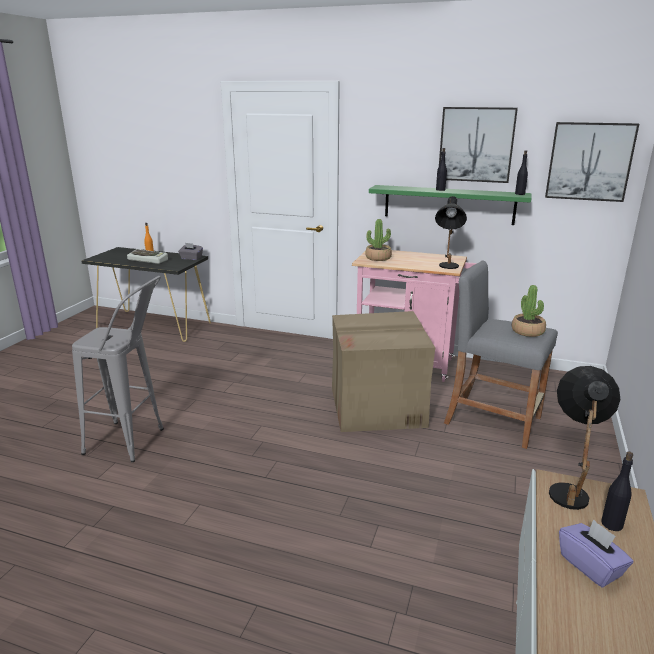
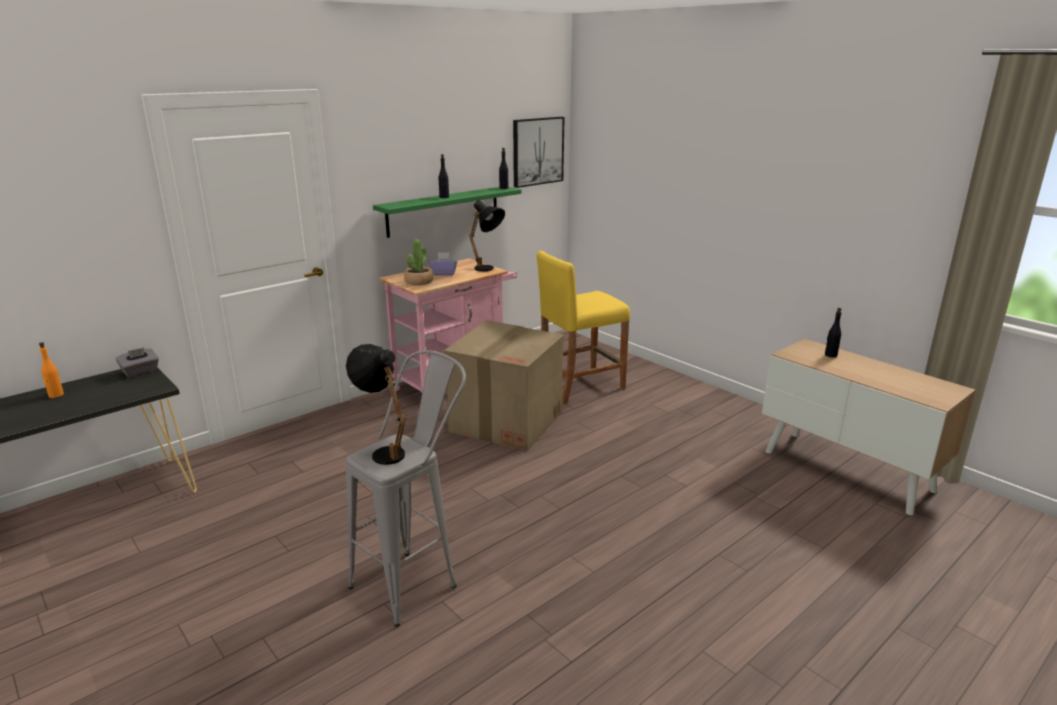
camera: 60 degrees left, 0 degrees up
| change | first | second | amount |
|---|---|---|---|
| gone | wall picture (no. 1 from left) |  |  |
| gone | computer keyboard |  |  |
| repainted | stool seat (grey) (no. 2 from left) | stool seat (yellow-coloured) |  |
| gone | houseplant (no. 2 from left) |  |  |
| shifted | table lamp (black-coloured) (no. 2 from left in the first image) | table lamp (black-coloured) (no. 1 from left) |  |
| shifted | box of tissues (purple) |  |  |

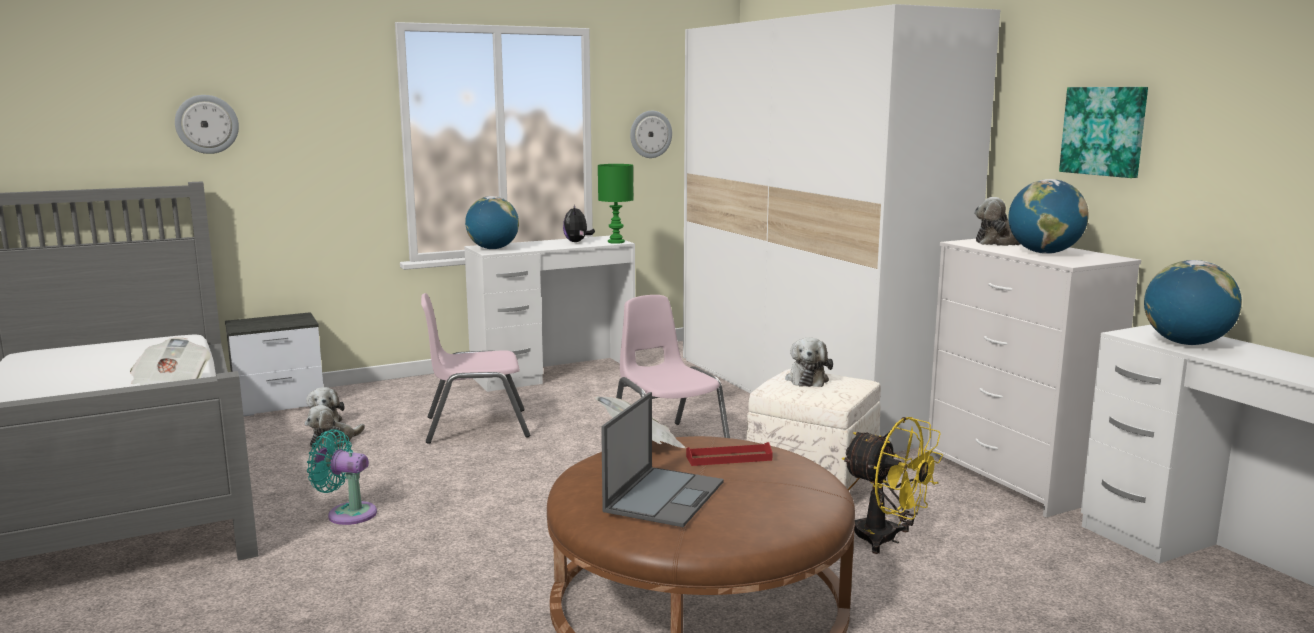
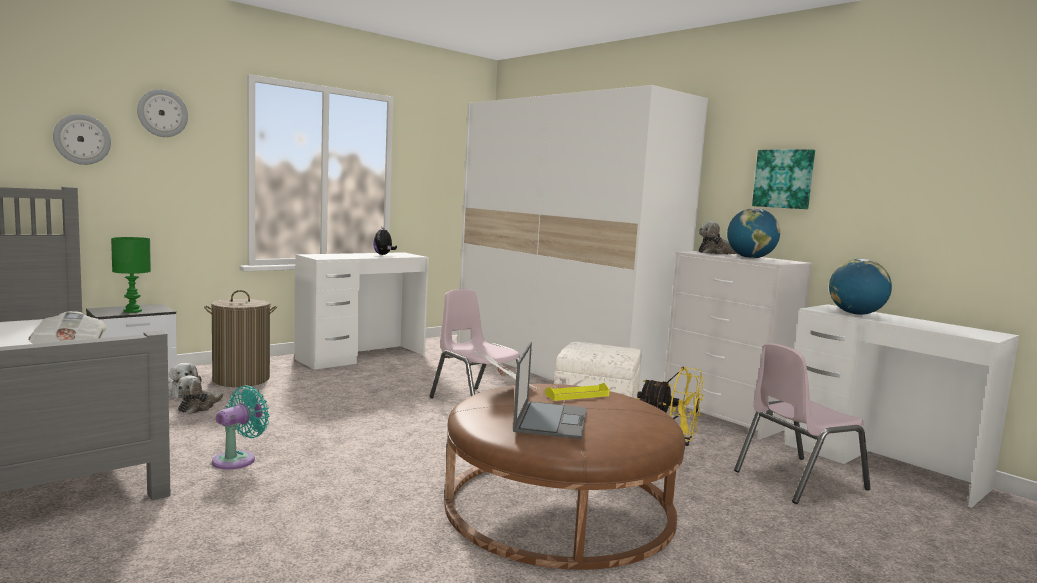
camera: 15 degrees left, 5 degrees down
| change | first | second | amount |
|---|---|---|---|
| shifted | clock on the wall (no. 2 from left) |  |  |
| shifted | table lamp (green-coloured) |  |  |
| gone | globe (no. 1 from left) |  |  |
| shifted | upright chair (pink) (no. 1 from left in the first image) | upright chair (pink) (no. 2 from left) |  |
| gone | plush toy (no. 4 from left) |  |  |
| rotated | electric fan (blue-green) |  | 120 degrees clockwise |
| repainted | tray (reddish) | tray (yellow-coloured) |  |
| new |  | hamper |  |

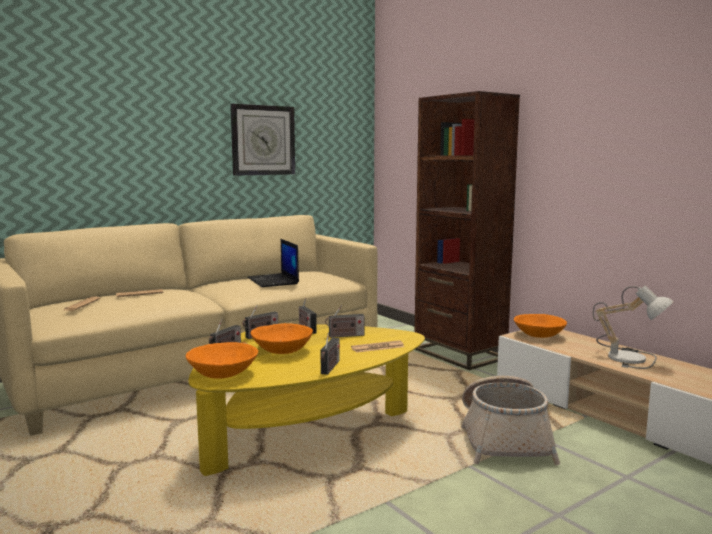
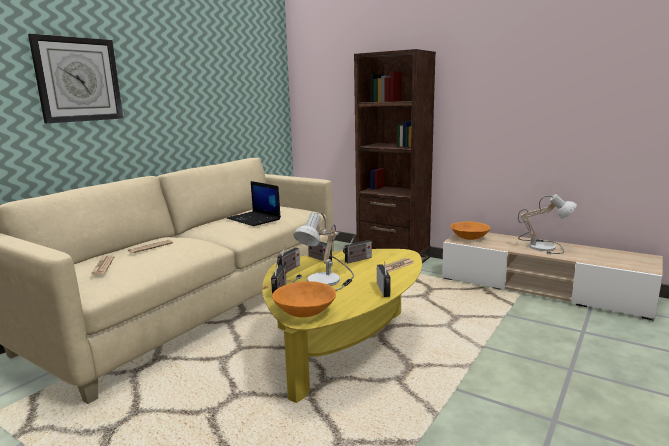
camera: 20 degrees left, 5 degrees up
| change | first | second | amount |
|---|---|---|---|
| shifted | clock on the wall |  |  |
| swapped | serving bowl (orange-coloured) (no. 2 from left) | table lamp (no. 1 from left) |  |
| gone | household basket |  |  |

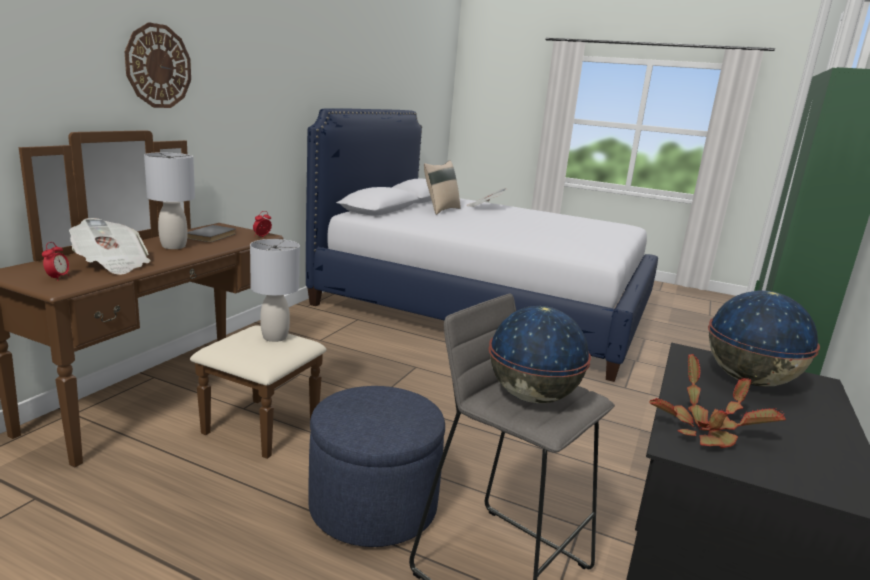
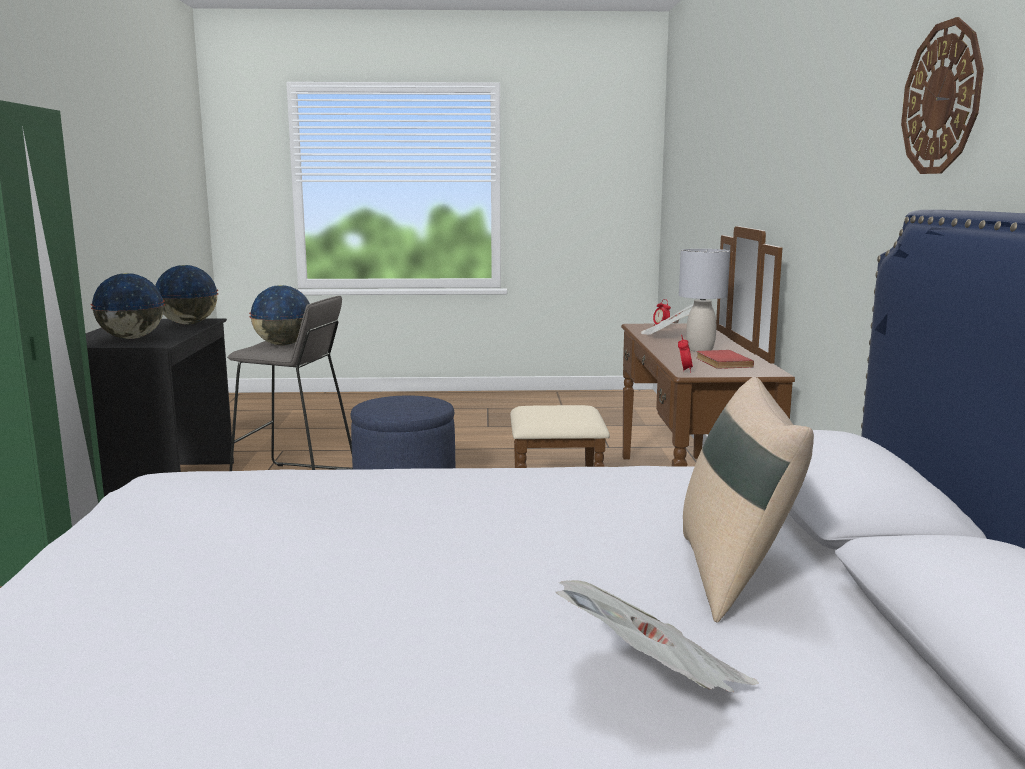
camera: 155 degrees right, 5 degrees down
| change | first | second | amount |
|---|---|---|---|
| shifted | clock on the wall |  |  |
| repainted | volume (grey) | volume (reddish) |  |
| gone | table lamp (grey) (no. 2 from left) |  |  |
| swapped | houseplant | globe (no. 2 from left) |  |

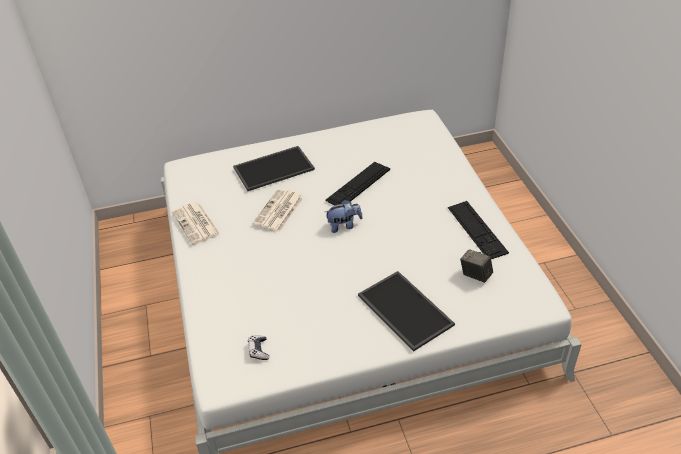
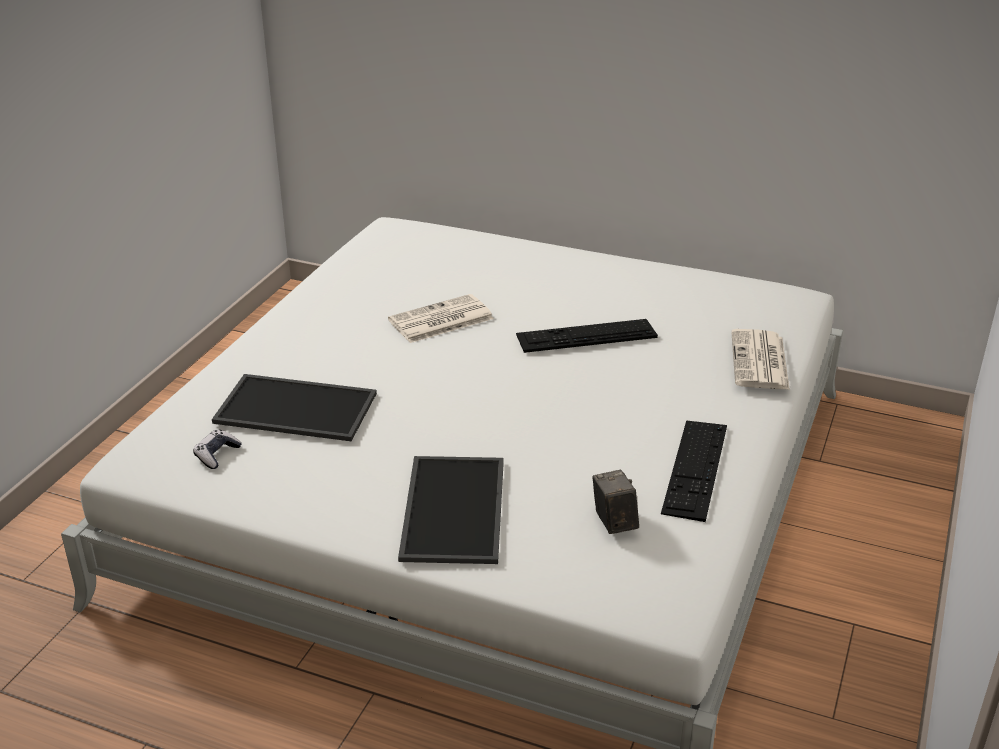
camera: 35 degrees right, 10 degrees down
| change | first | second | amount |
|---|---|---|---|
| shifted | tray (no. 1 from left) |  |  |
| gone | plush toy |  |  |
| shifted | printed paper (no. 1 from left in the first image) | printed paper (no. 2 from left) |  |

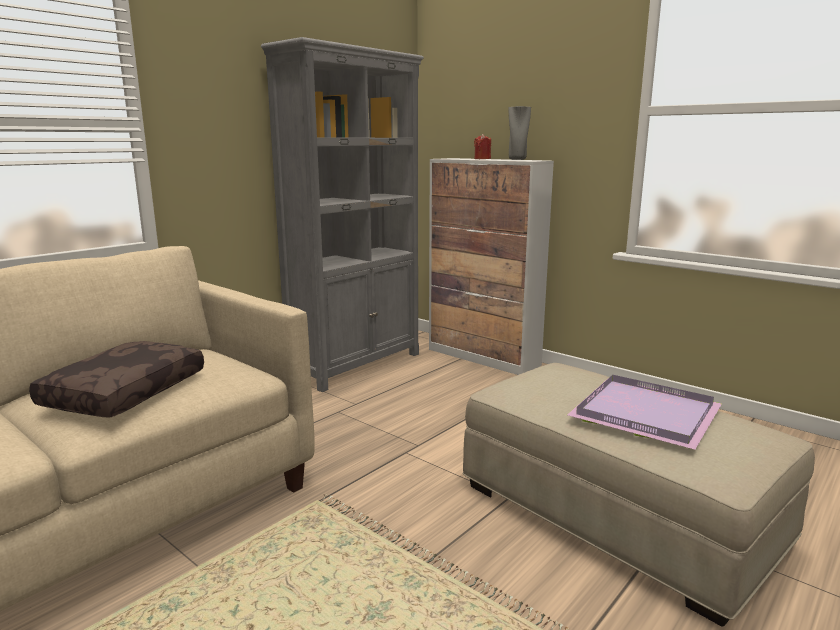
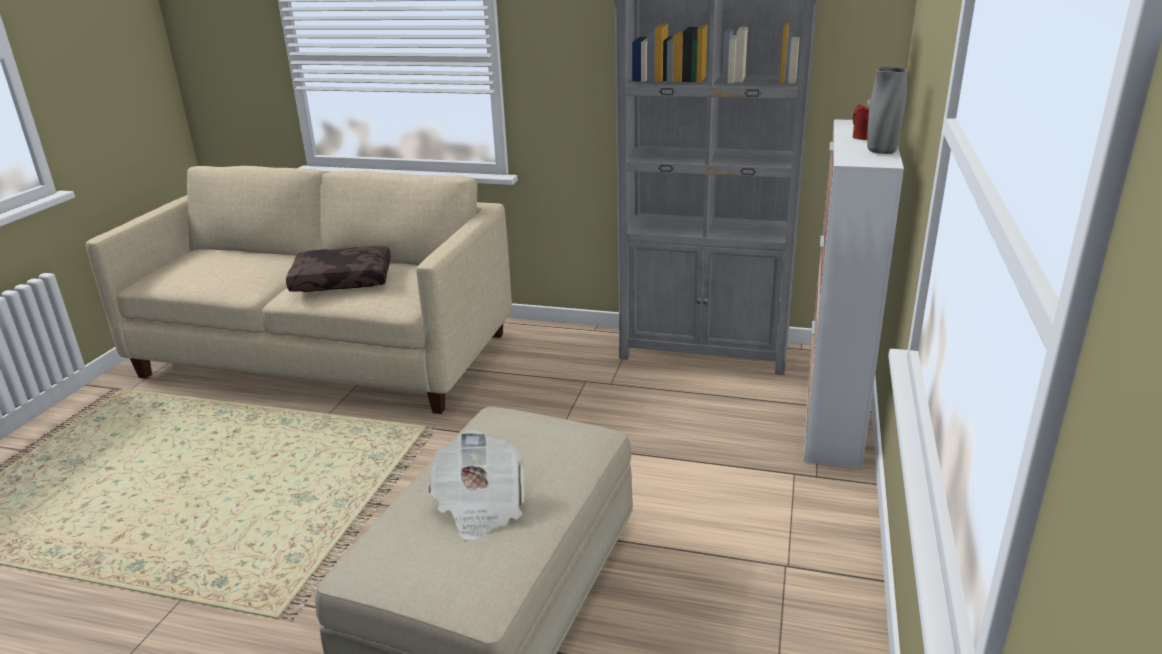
camera: 65 degrees right, 10 degrees up
| change | first | second | amount |
|---|---|---|---|
| swapped | tray (purple) | printed paper |  |

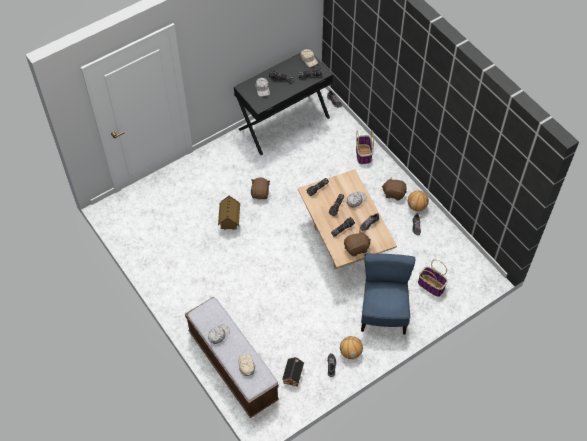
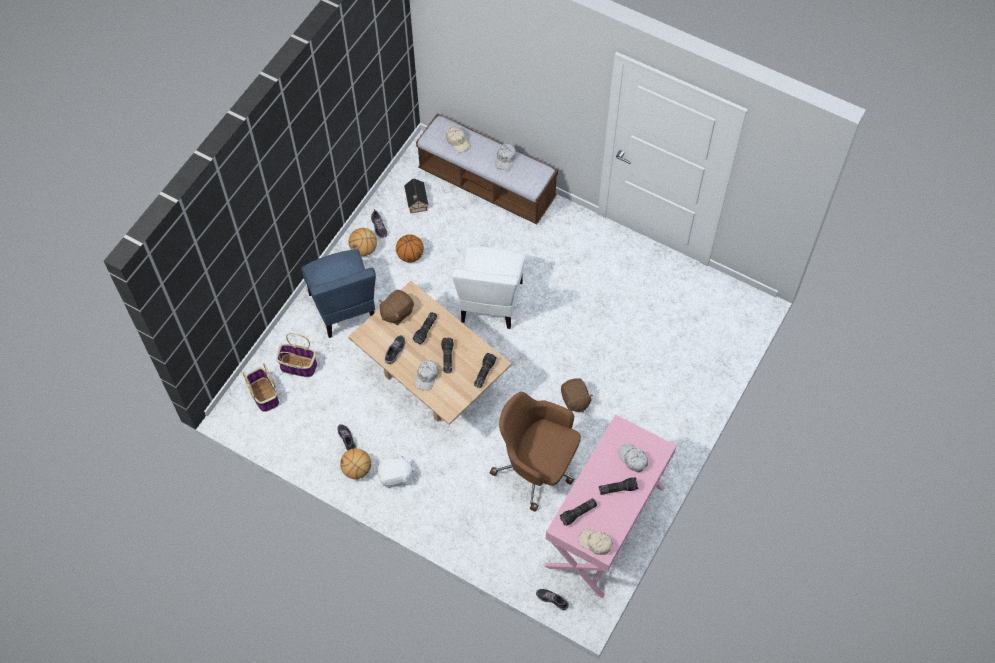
camera: 155 degrees right, 5 degrees up
| change | first | second | amount |
|---|---|---|---|
| repainted | desk unit (black-coloured) | desk unit (pink) |  |
| shifted | household basket (no. 1 from left) |  |  |
| repainted | plush toy (brownish) (no. 3 from left) | plush toy (white) |  |
| gone | miniature house (no. 1 from left) |  |  |
| new |  | ball for basketball (no. 3 from left) |  |
| new |  | upright chair (white) |  |
| new |  | desk chair (brownish) |  |

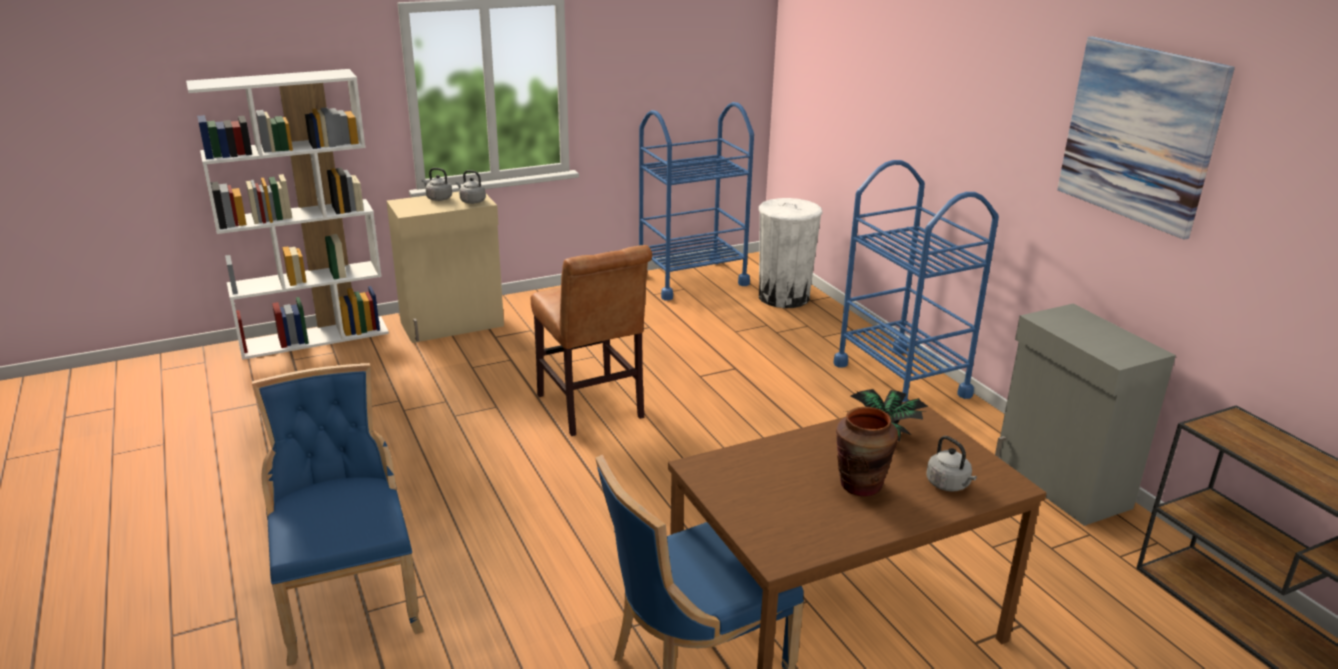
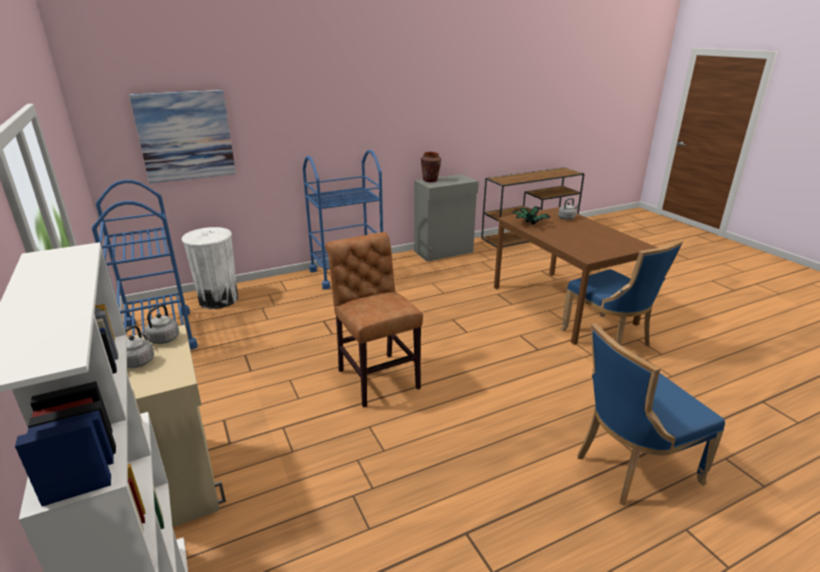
camera: 90 degrees left, 0 degrees up
| change | first | second | amount |
|---|---|---|---|
| shifted | wall picture |  |  |
| rotated | upright chair (brownish) |  | 90 degrees counterclockwise |
| shifted | flower vase (brownish) |  |  |

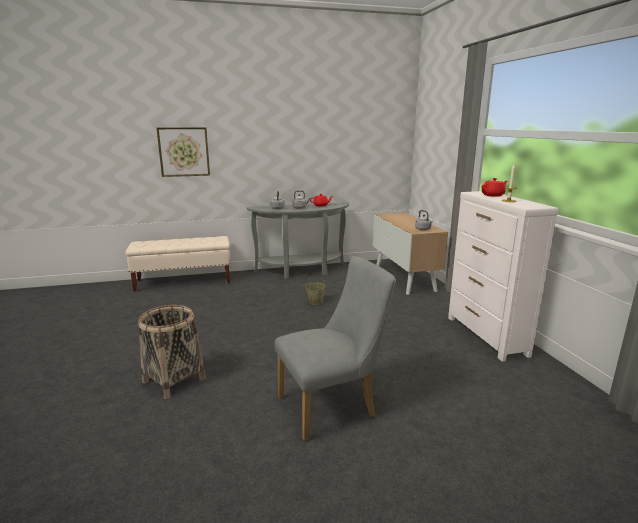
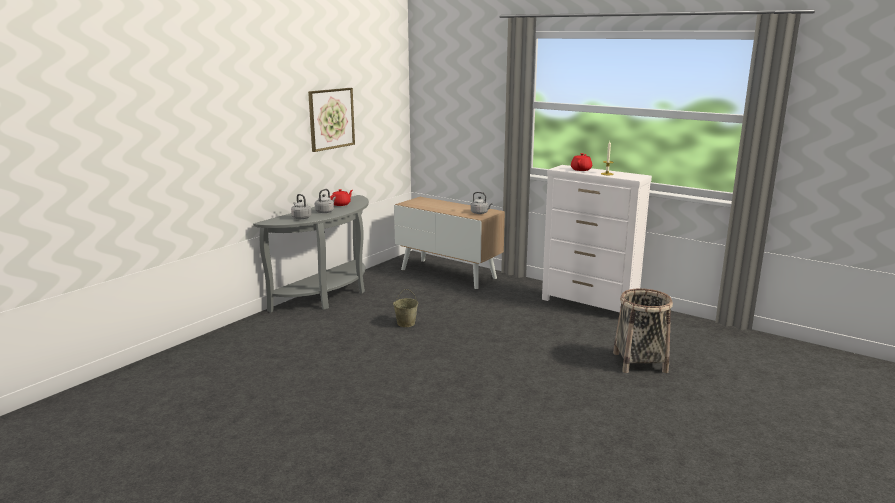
camera: 40 degrees left, 0 degrees up
| change | first | second | amount |
|---|---|---|---|
| shifted | wall picture |  |  |
| gone | bench (beige-coloured) |  |  |
| gone | upright chair (grey) |  |  |
| shifted | household basket |  |  |

